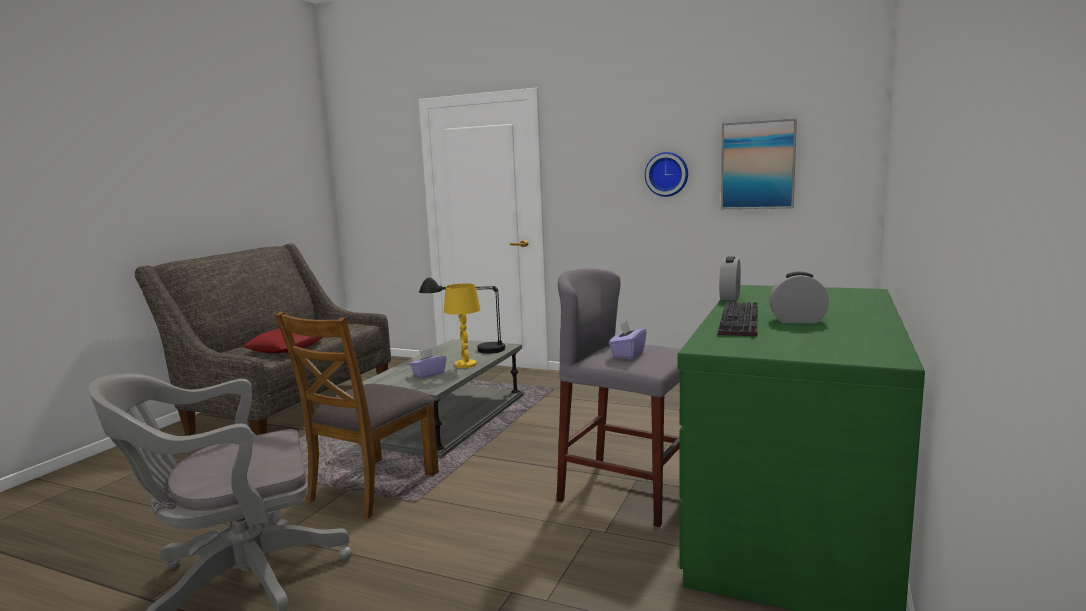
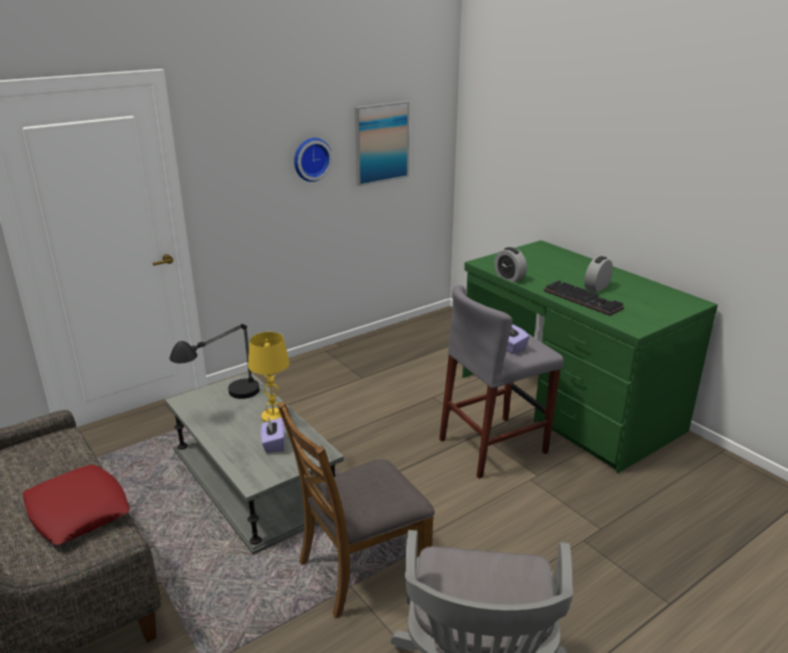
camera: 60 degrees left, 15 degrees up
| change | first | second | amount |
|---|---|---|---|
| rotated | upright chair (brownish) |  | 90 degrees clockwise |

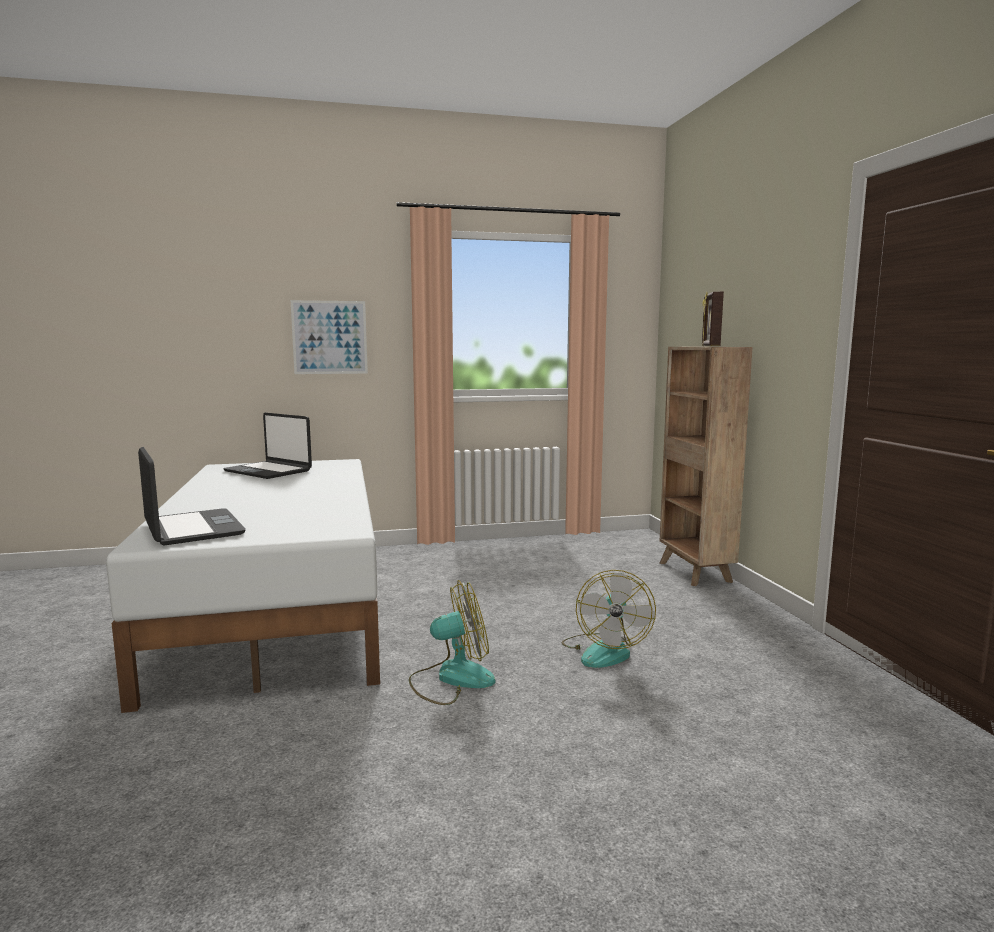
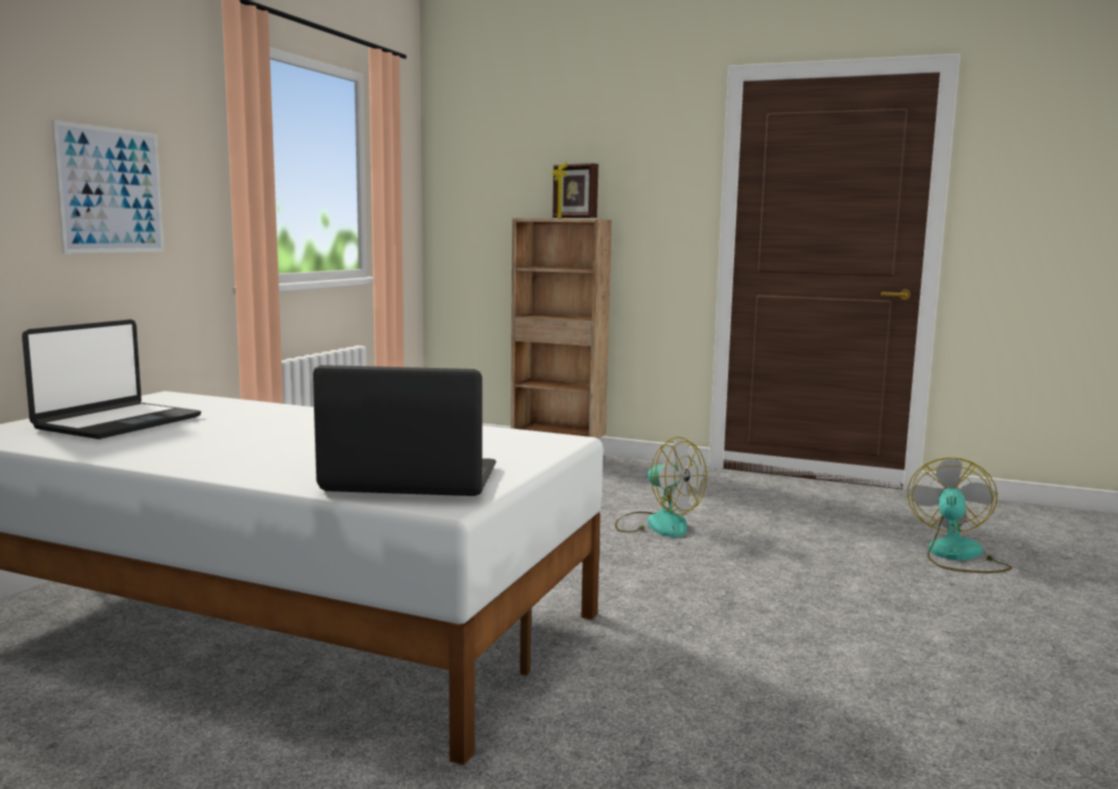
camera: 55 degrees left, 0 degrees up
| change | first | second | amount |
|---|---|---|---|
| rotated | portable computer (no. 2 from left in the first image) | portable computer (no. 1 from left) | 45 degrees counterclockwise |
| shifted | electric fan (no. 1 from left in the first image) | electric fan (no. 2 from left) |  |

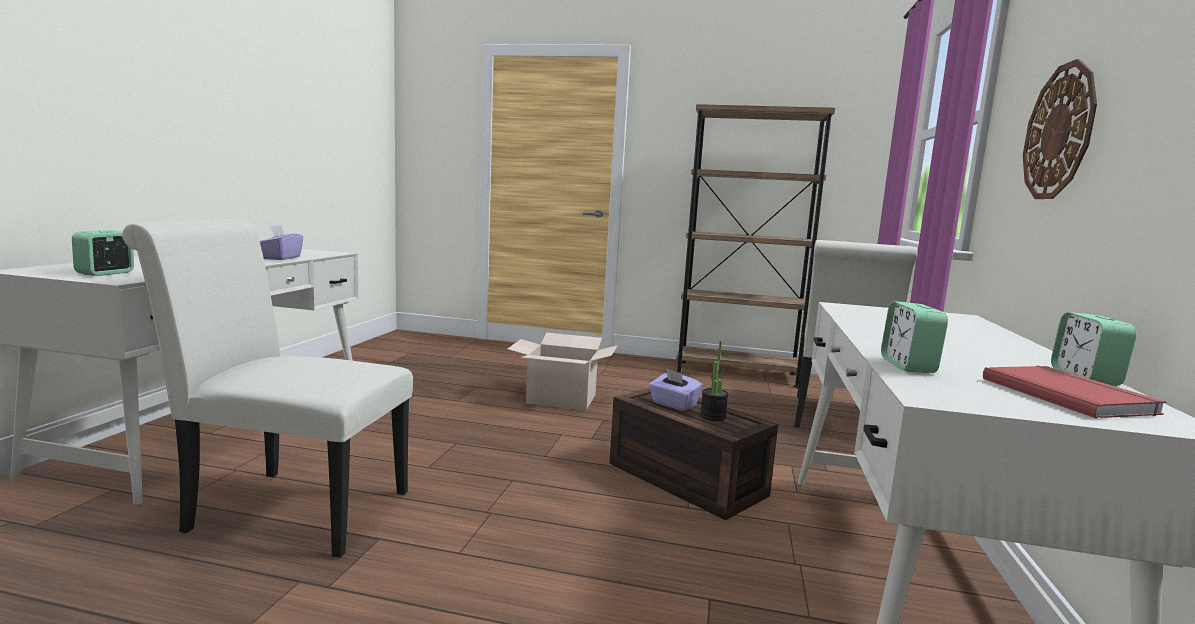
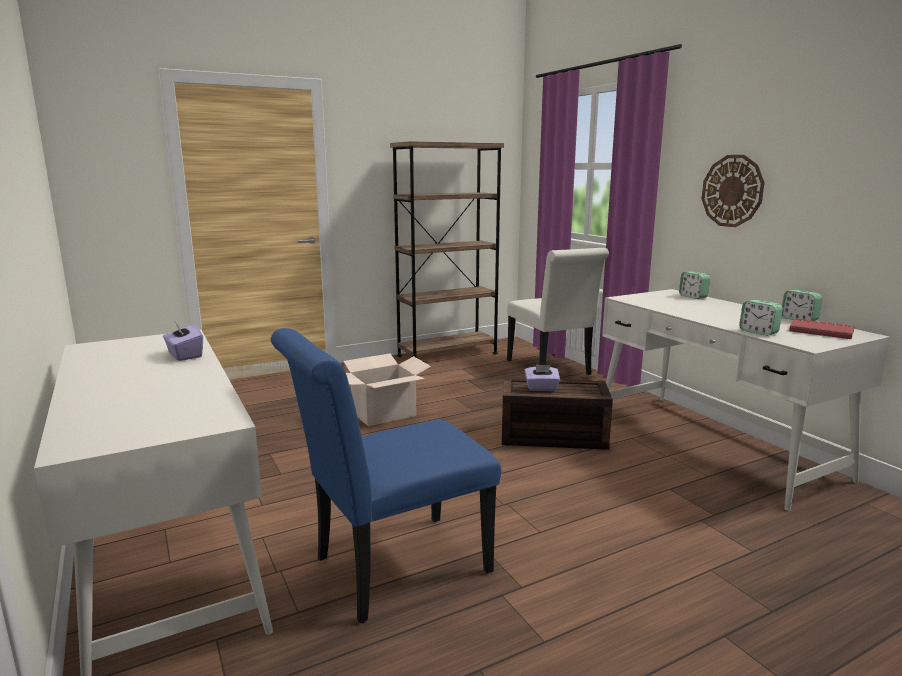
camera: 40 degrees left, 5 degrees up
| change | first | second | amount |
|---|---|---|---|
| repainted | upright chair (white) (no. 1 from left) | upright chair (bluish) |  |
| shifted | alarm clock (no. 1 from left) |  |  |
| gone | houseplant |  |  |

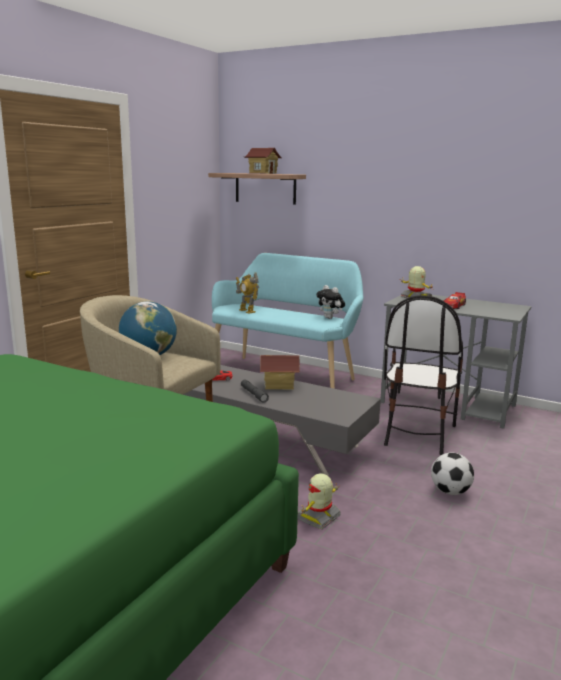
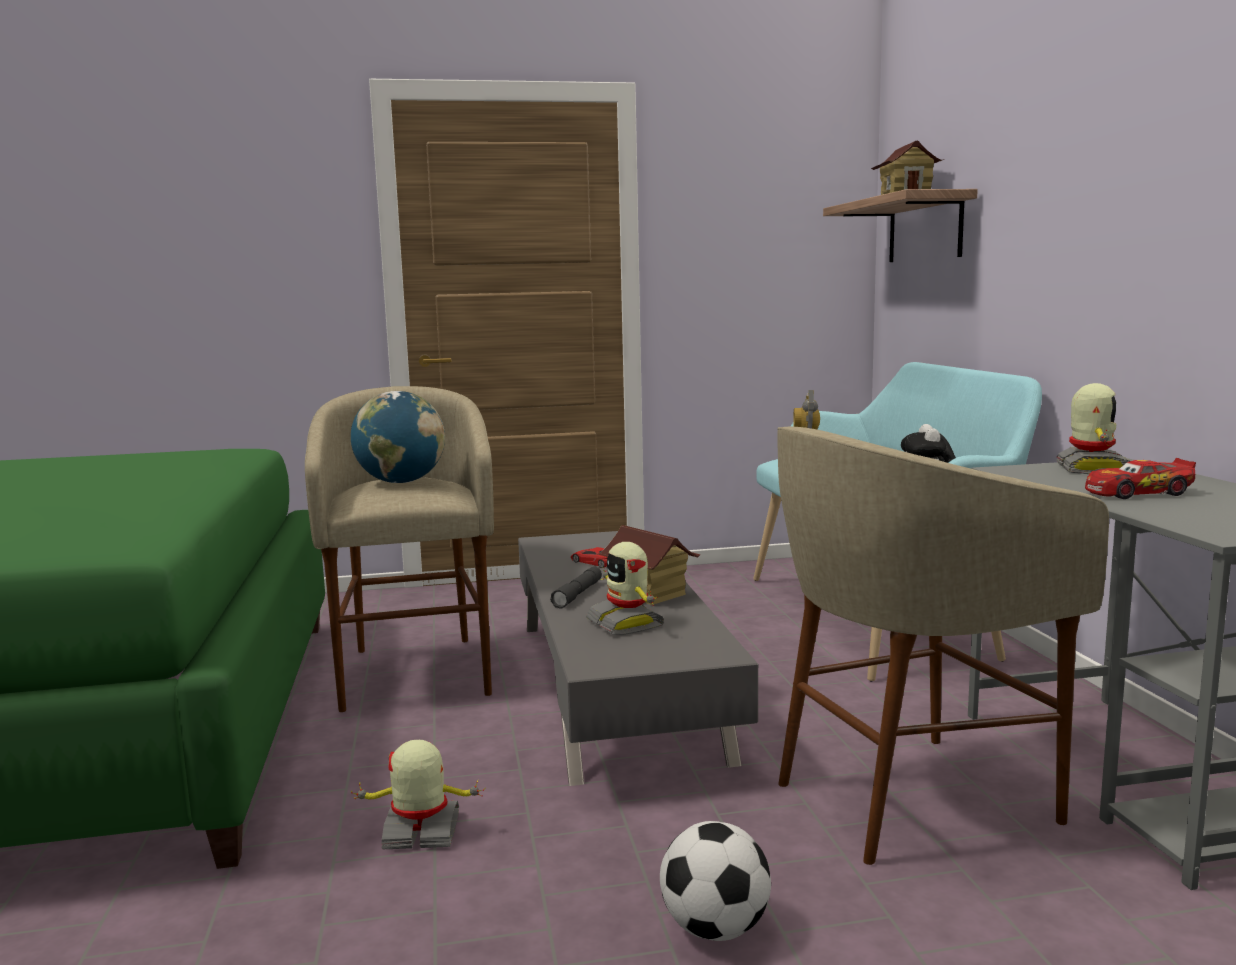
camera: 50 degrees right, 5 degrees down
| change | first | second | amount |
|---|---|---|---|
| swapped | upright chair | stool seat (beige-coloured) (no. 2 from left) |  |
| new |  | model robot (no. 2 from left) |  |

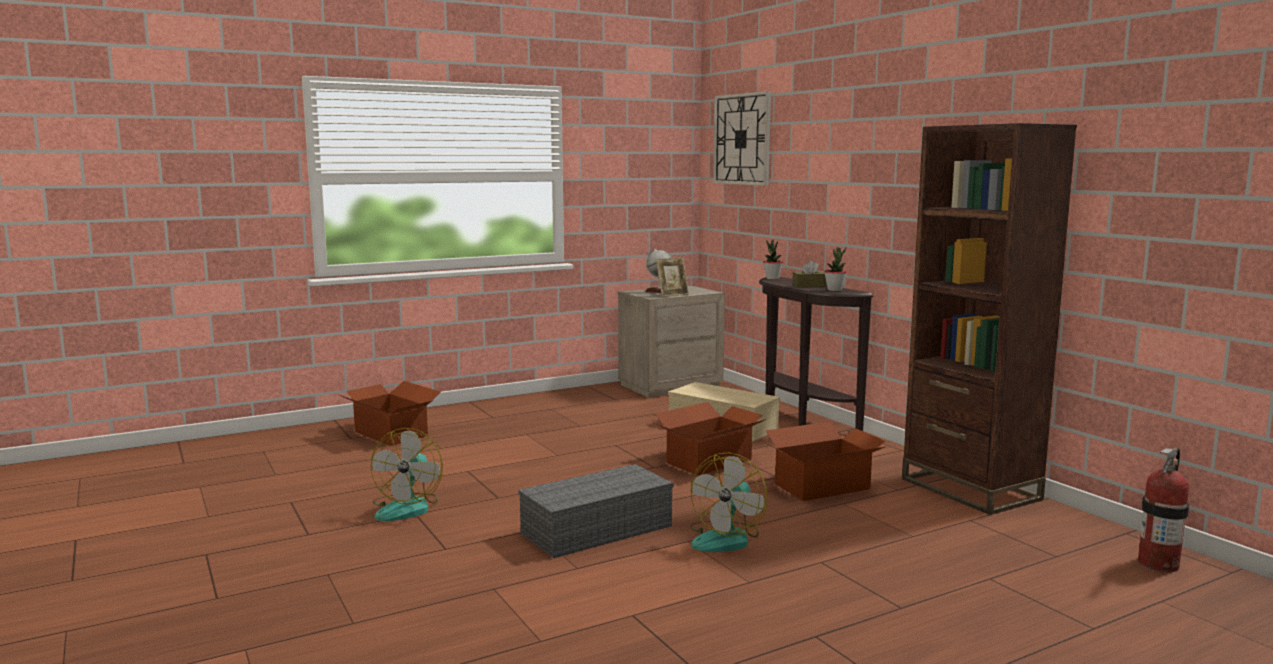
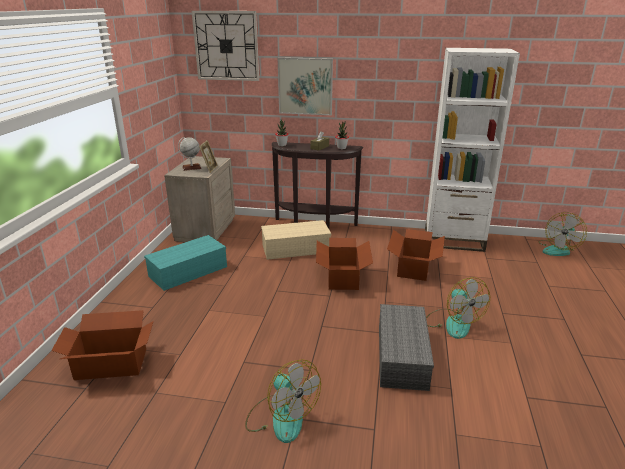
camera: 50 degrees left, 15 degrees up
| change | first | second | amount |
|---|---|---|---|
| repainted | bookshelf (brownish) | bookshelf (white) |  |
| swapped | fire-fighting cylinder | electric fan (no. 3 from left) |  |
| new |  | wall picture |  |
| new |  | storage bin (blue-green) |  |

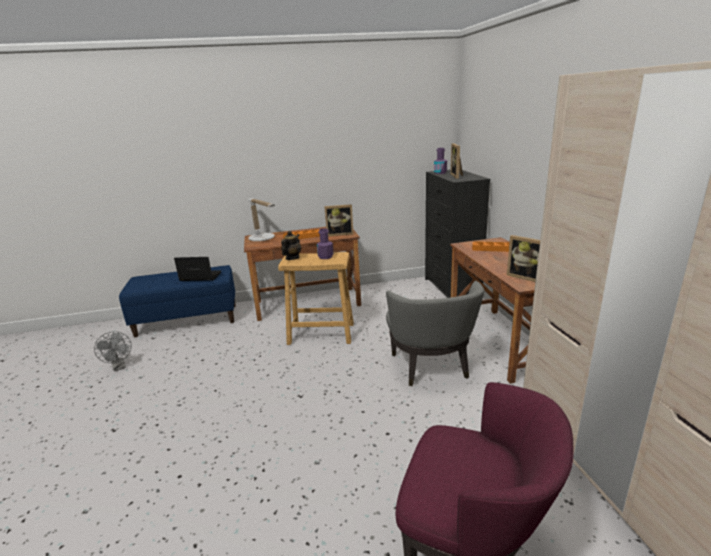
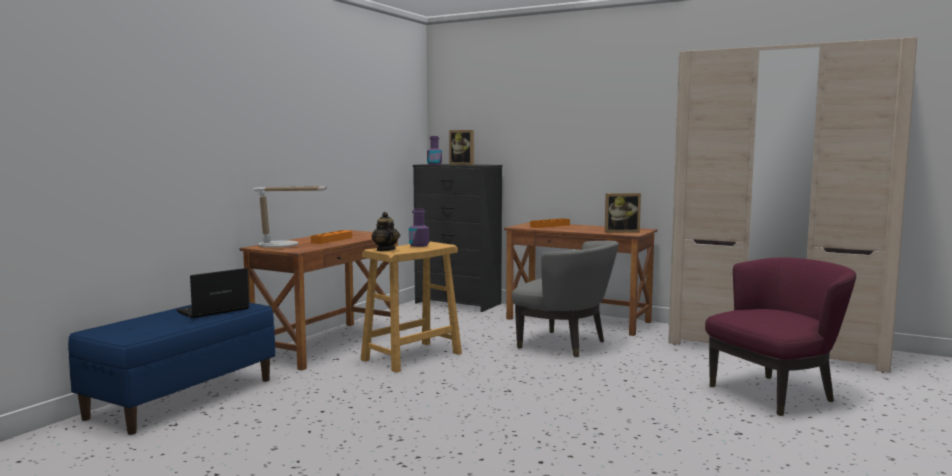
camera: 50 degrees left, 15 degrees down
| change | first | second | amount |
|---|---|---|---|
| gone | picture frame (no. 1 from left) |  |  |
| gone | electric fan (grey) |  |  |

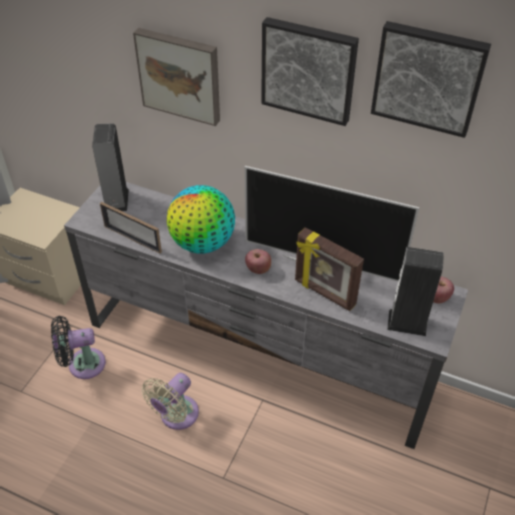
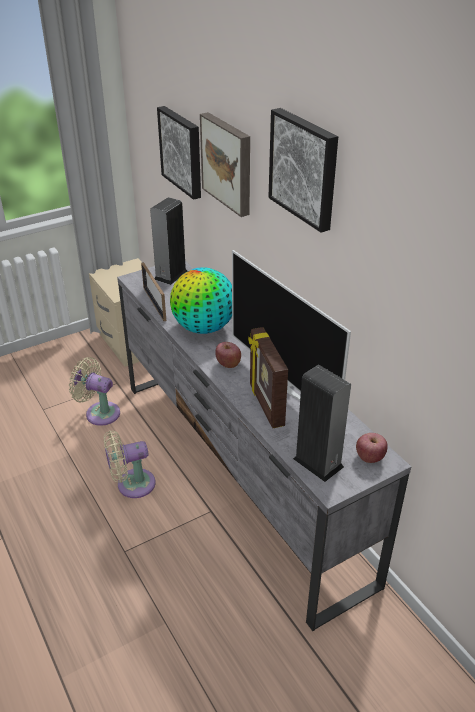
camera: 35 degrees right, 10 degrees down
| change | first | second | amount |
|---|---|---|---|
| shifted | wall picture (no. 3 from left in the first image) | wall picture (no. 1 from left) |  |
| repainted | electric fan (black-coloured) | electric fan (beige-coloured) (no. 1 from left) |  |

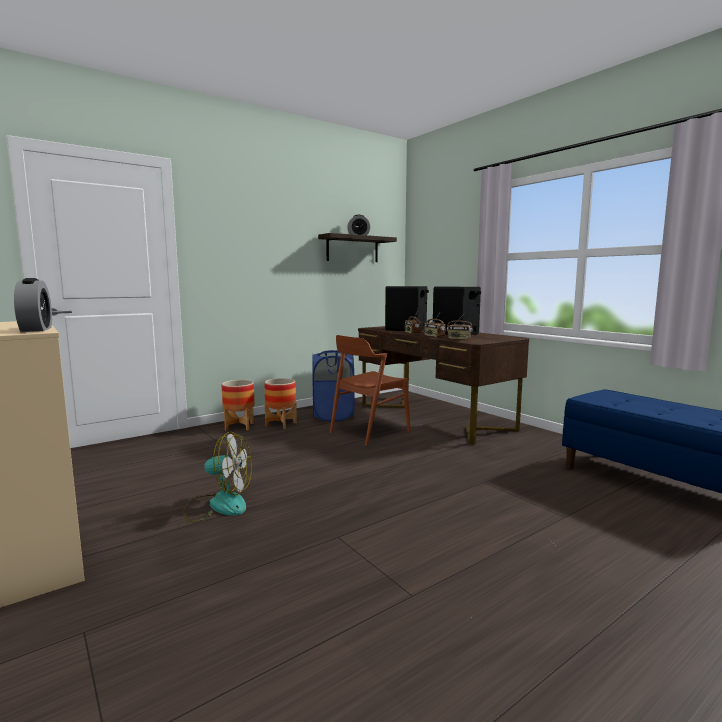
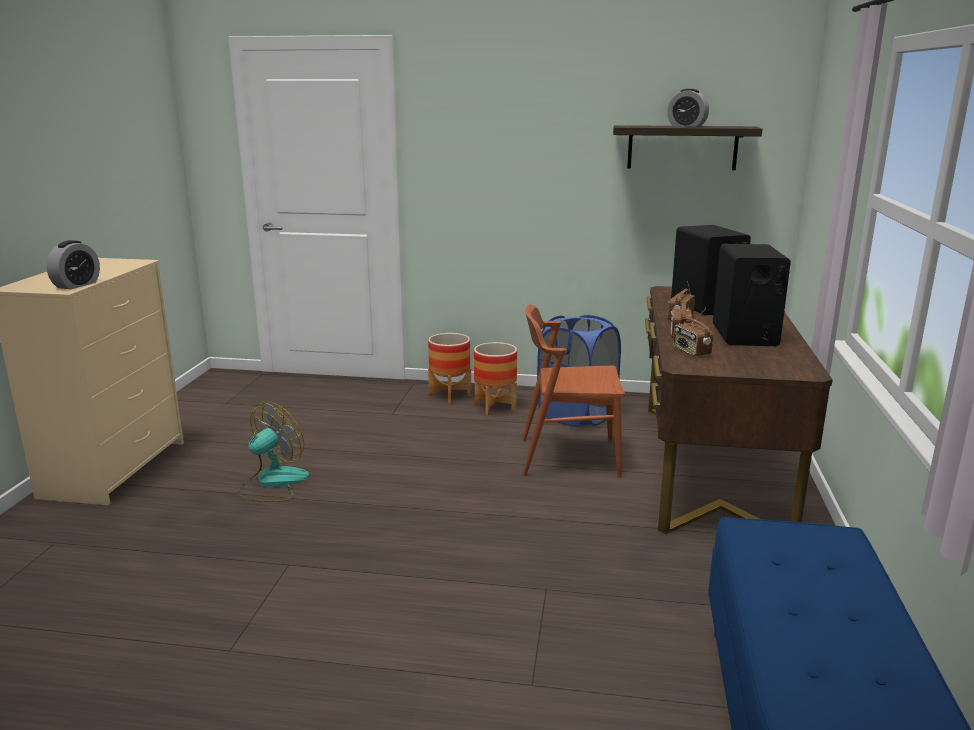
camera: 45 degrees right, 10 degrees up
| change | first | second | amount |
|---|---|---|---|
| rotated | electric fan |  | 105 degrees counterclockwise |

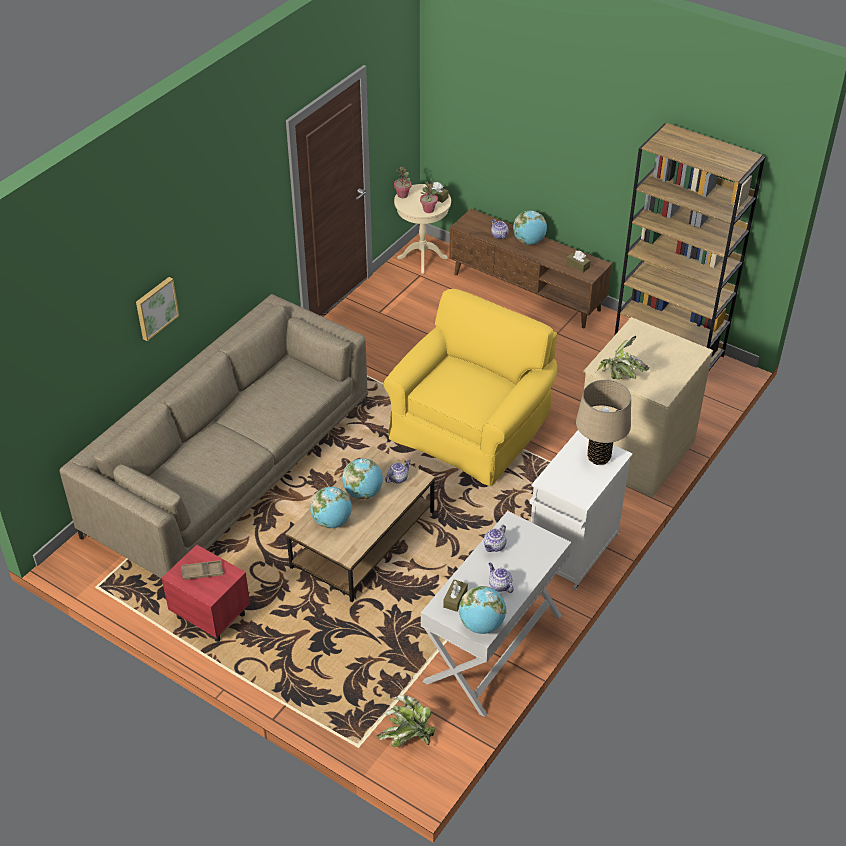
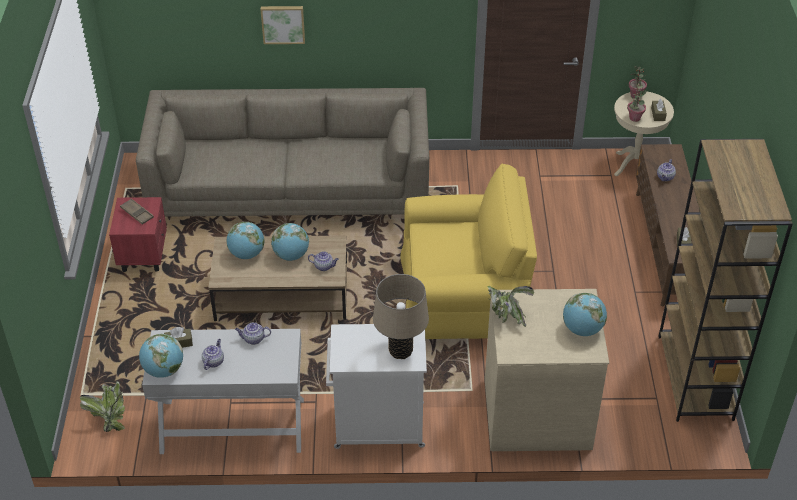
camera: 55 degrees right, 0 degrees up
| change | first | second | amount |
|---|---|---|---|
| shifted | globe (no. 4 from left) |  |  |

